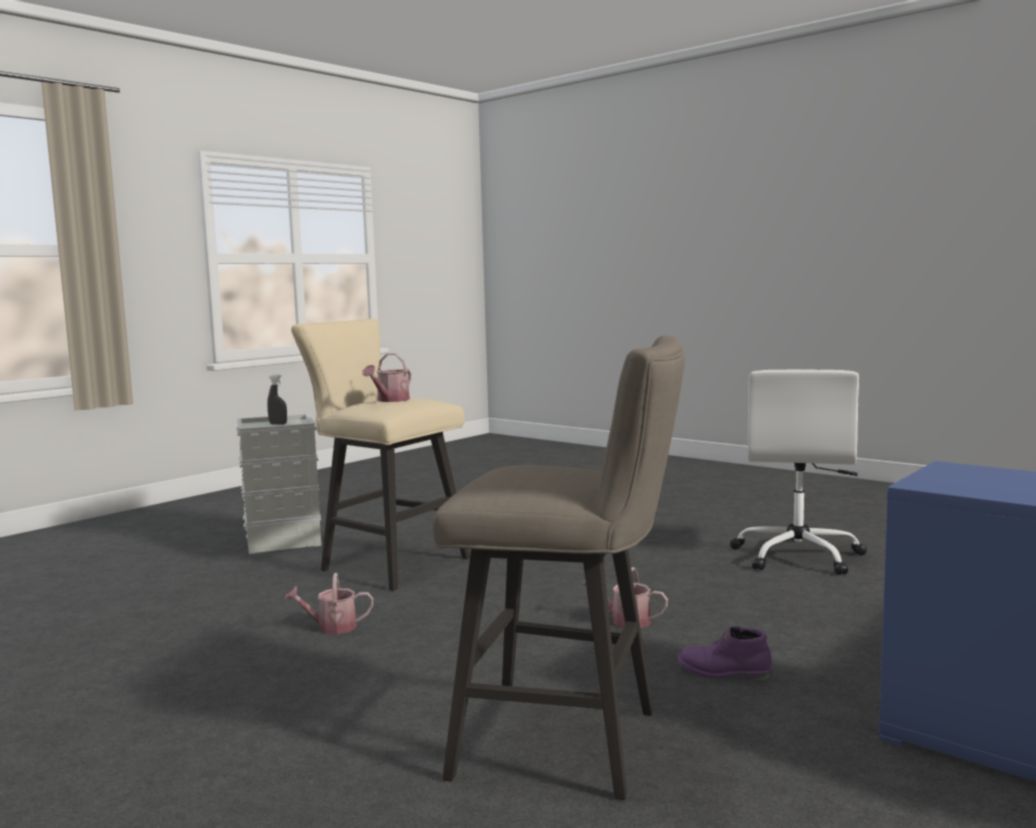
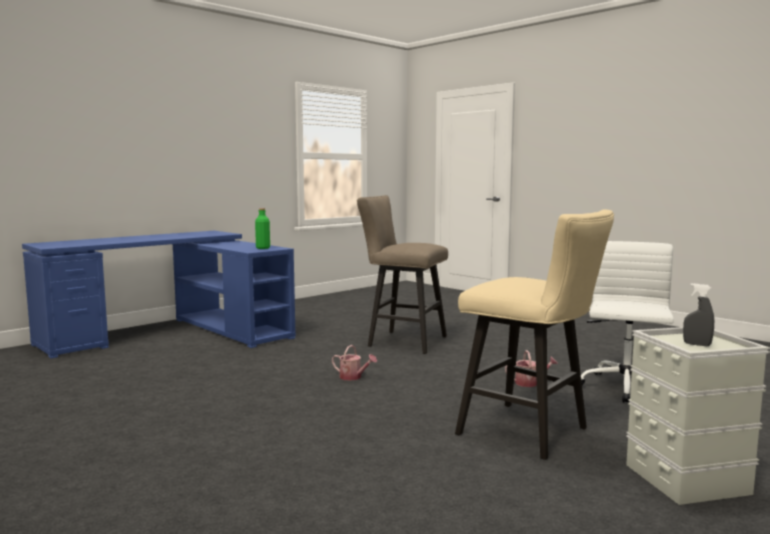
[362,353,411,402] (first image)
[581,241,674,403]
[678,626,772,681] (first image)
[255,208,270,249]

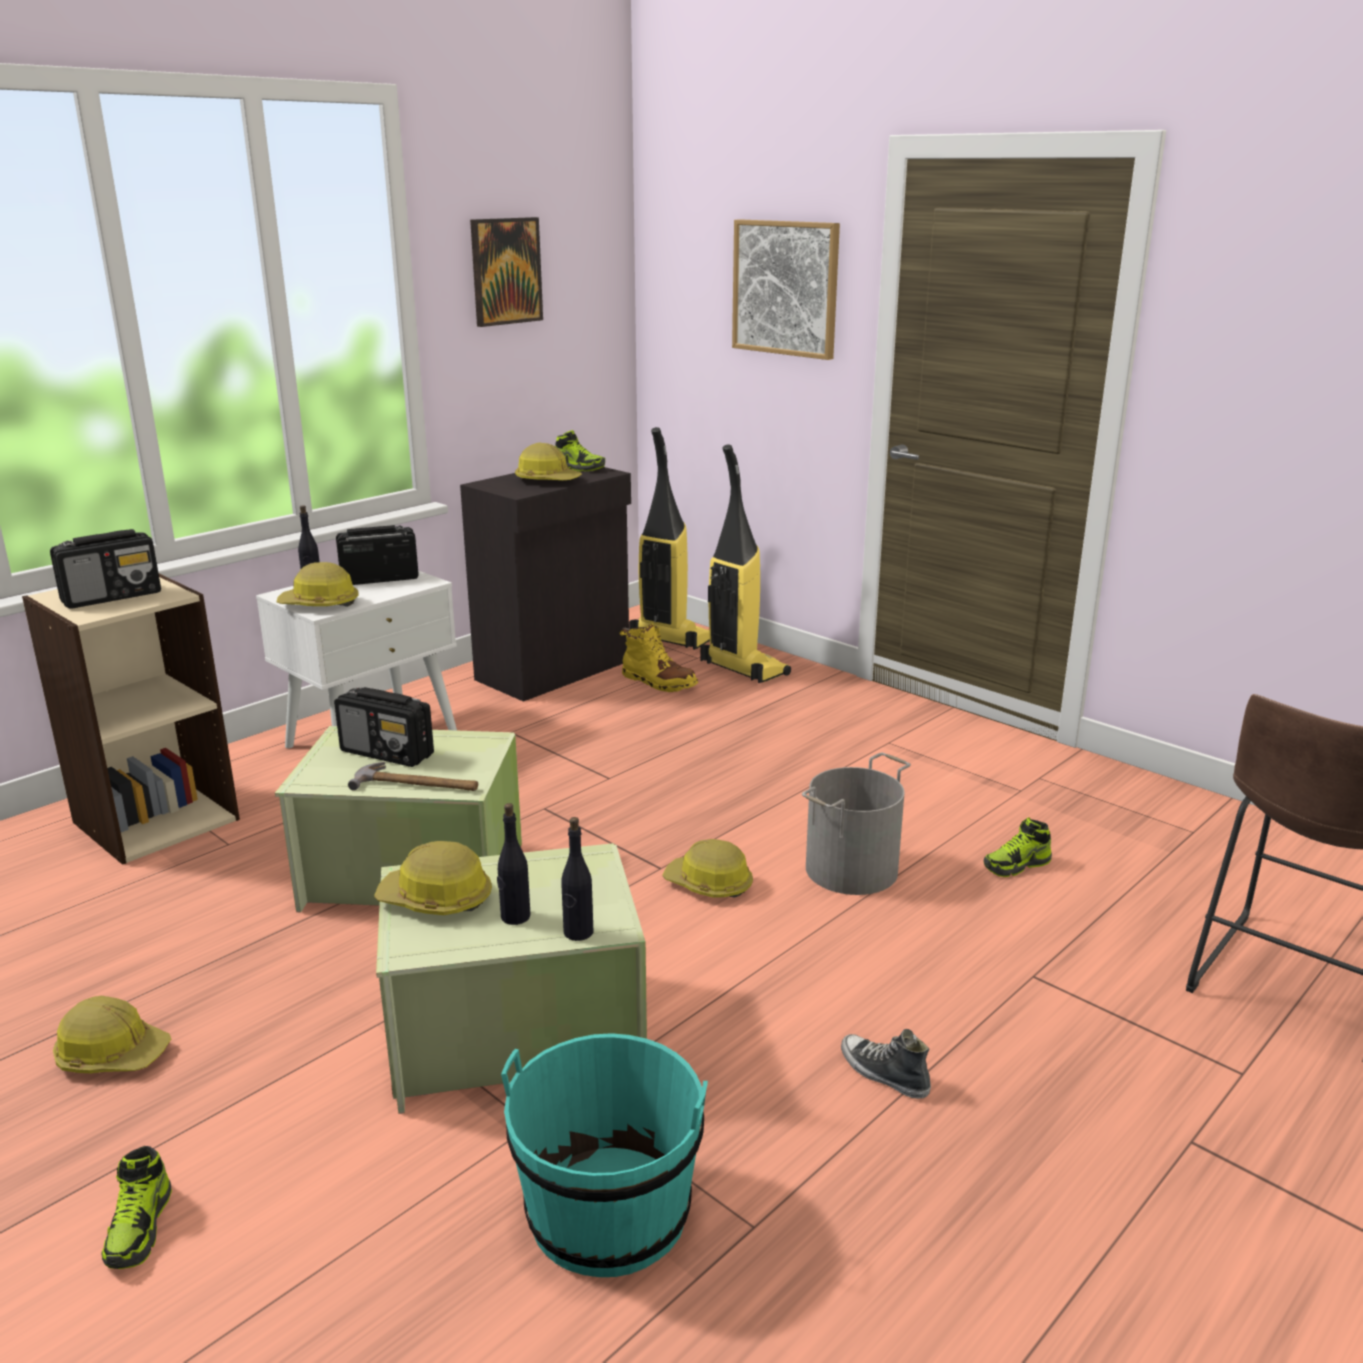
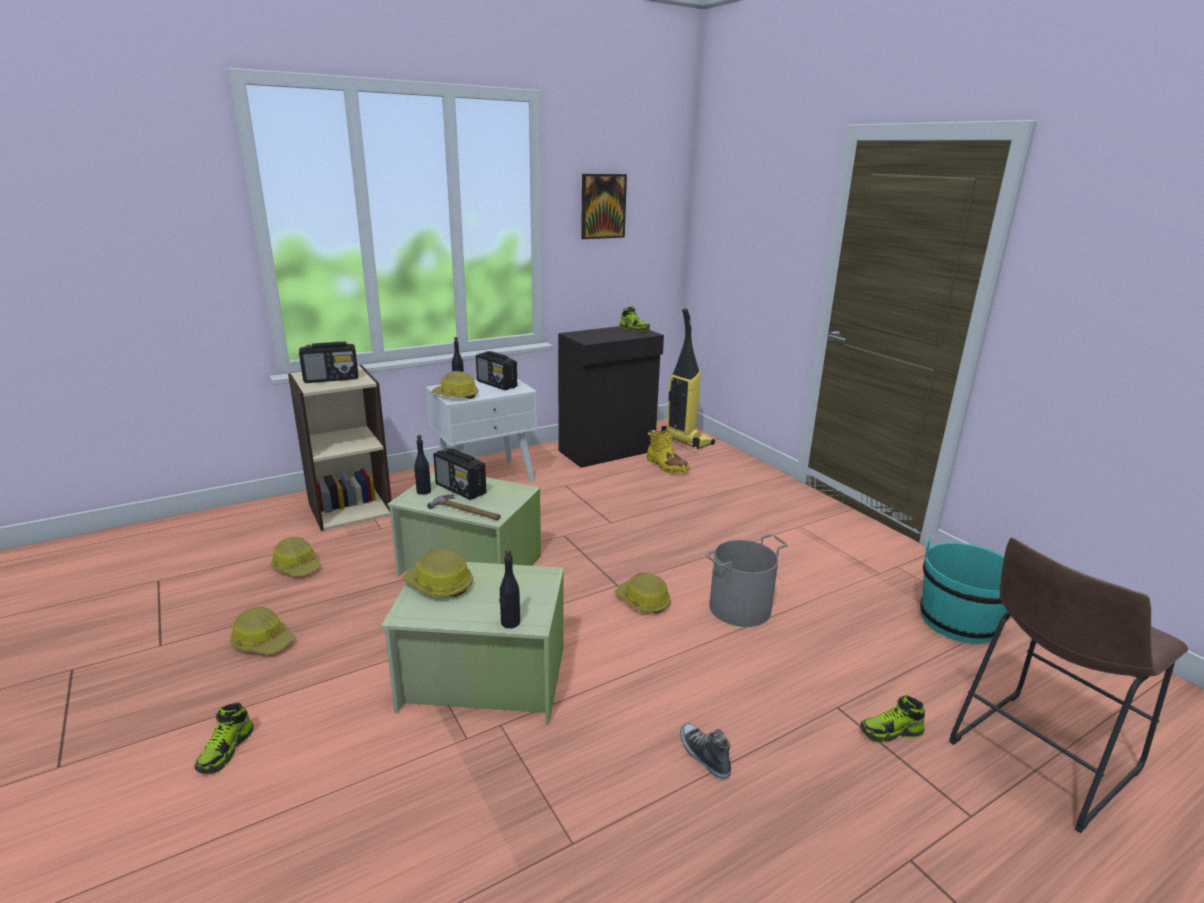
[732,219,840,360] (first image)
[271,537,321,576]
[700,444,791,683] (first image)
[476,351,517,390]
[414,435,431,495]
[860,695,925,743]
[920,539,1008,644]

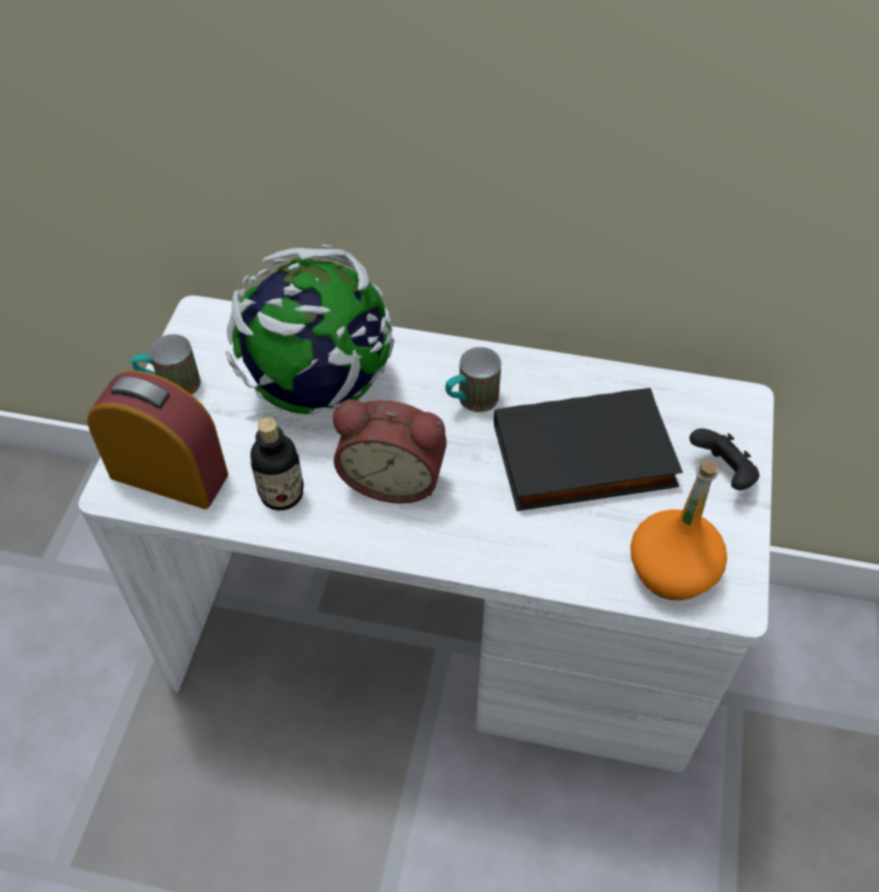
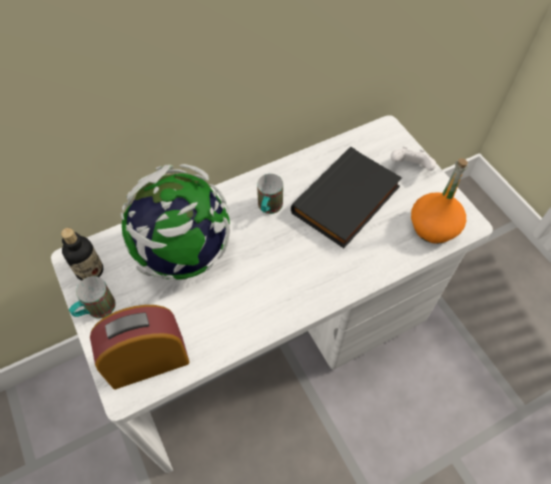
[333,400,447,504] (first image)
[61,228,103,281]
[391,146,436,171]

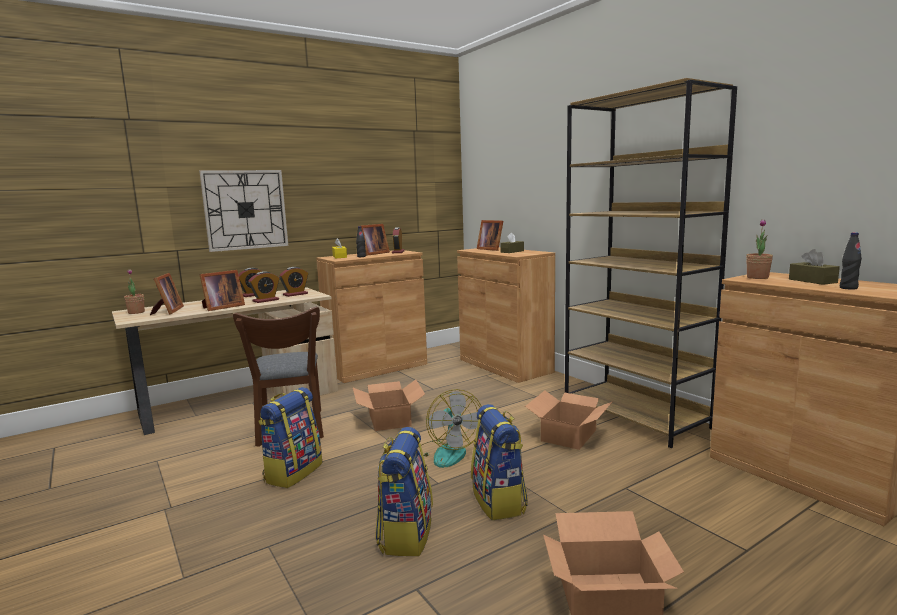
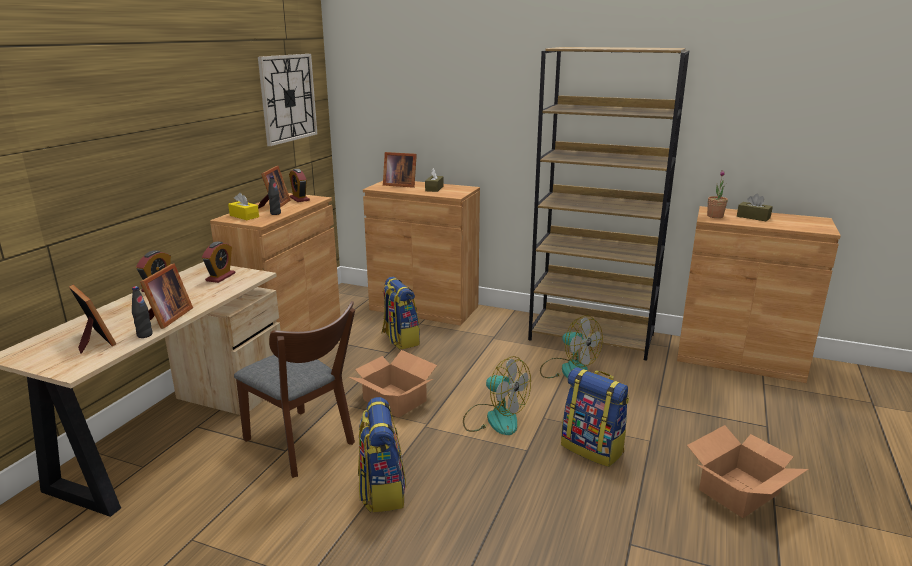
[258,54,317,146]
[132,286,153,338]
[124,269,145,314] (first image)
[248,271,279,303] (first image)
[540,315,603,379]
[381,277,420,349]

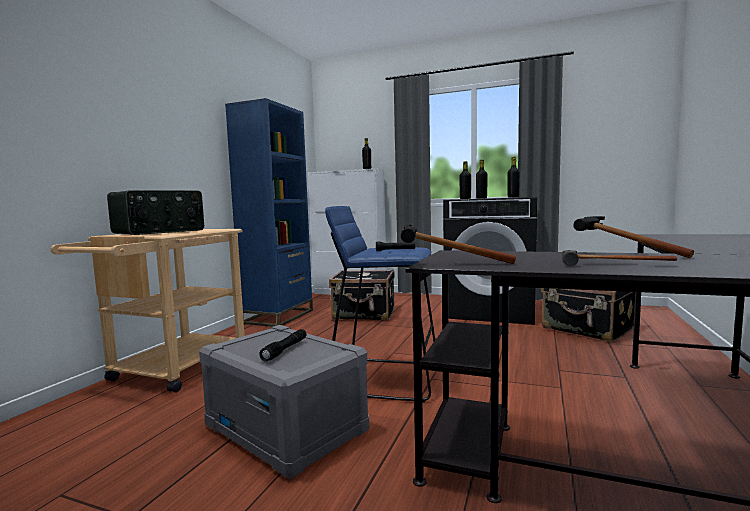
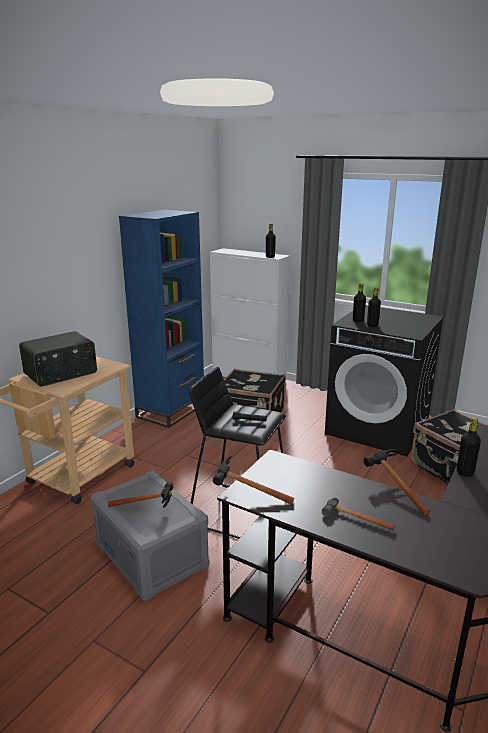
[457,417,481,477]
[189,367,286,539]
[108,482,173,508]

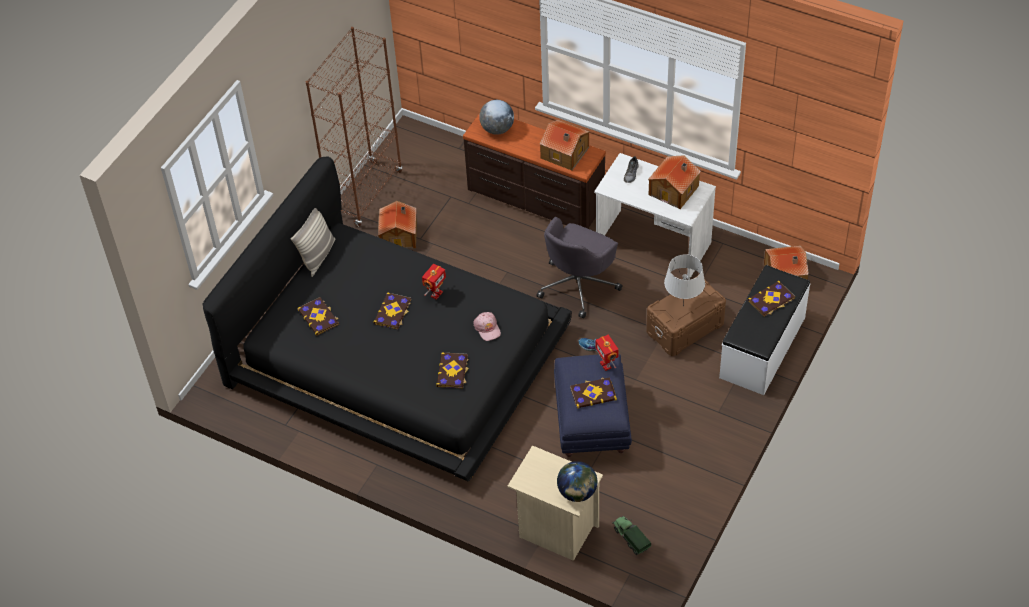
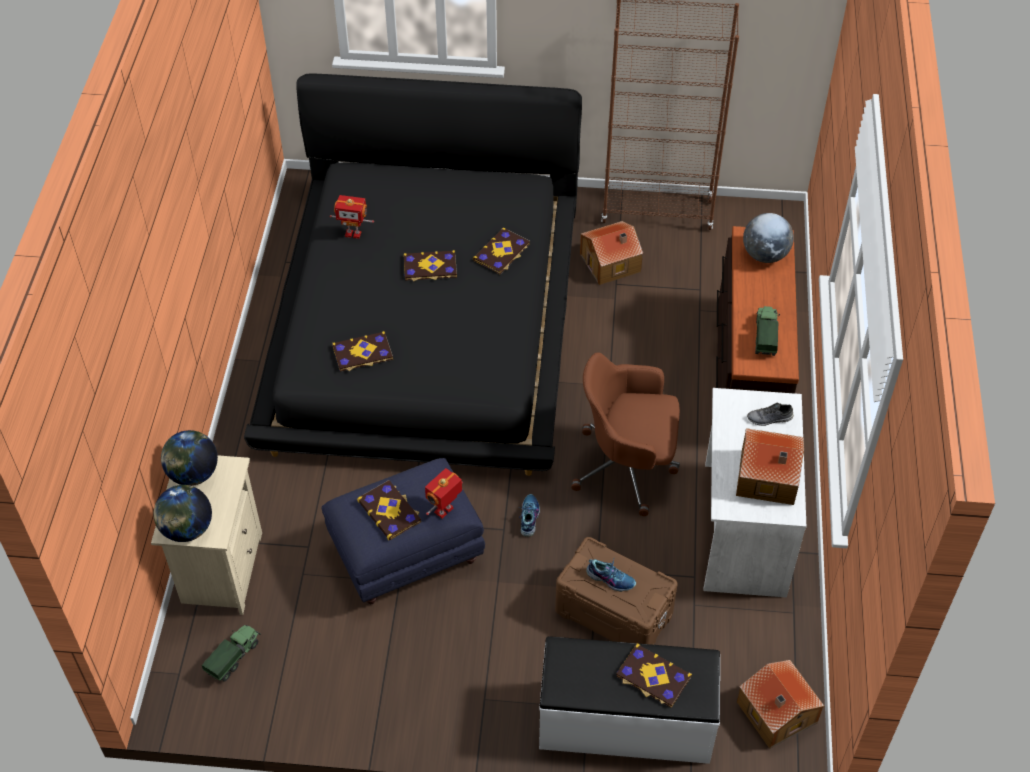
[755,306,780,356]
[291,208,335,277] (first image)
[571,352,680,516]
[586,559,636,592]
[330,195,374,239]
[473,228,530,274]
[473,312,501,341] (first image)
[161,430,218,486]

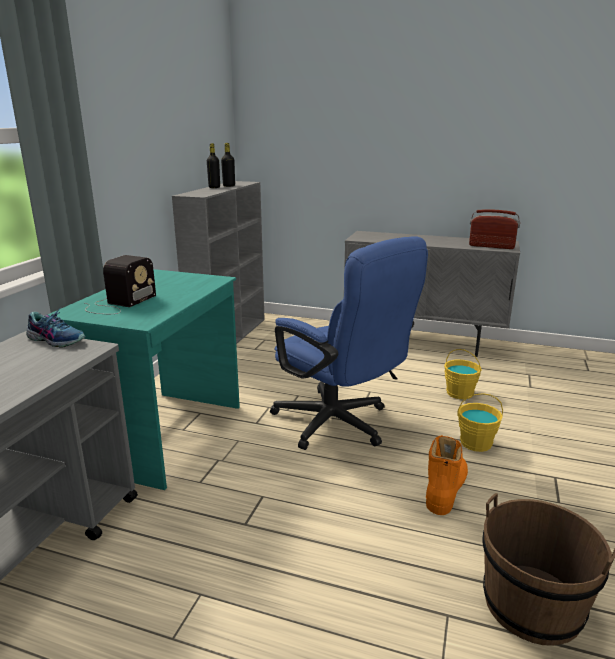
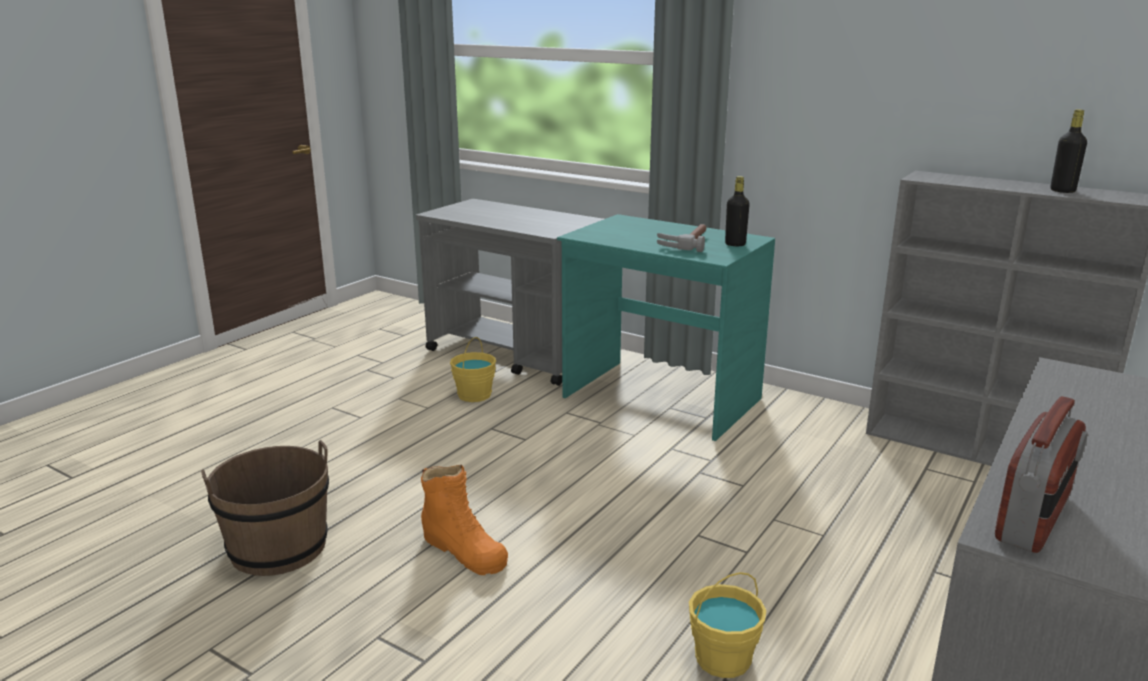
[725,176,750,246]
[270,236,428,450] (first image)
[85,255,156,314] (first image)
[26,308,86,348] (first image)
[450,337,496,402]
[657,224,707,252]

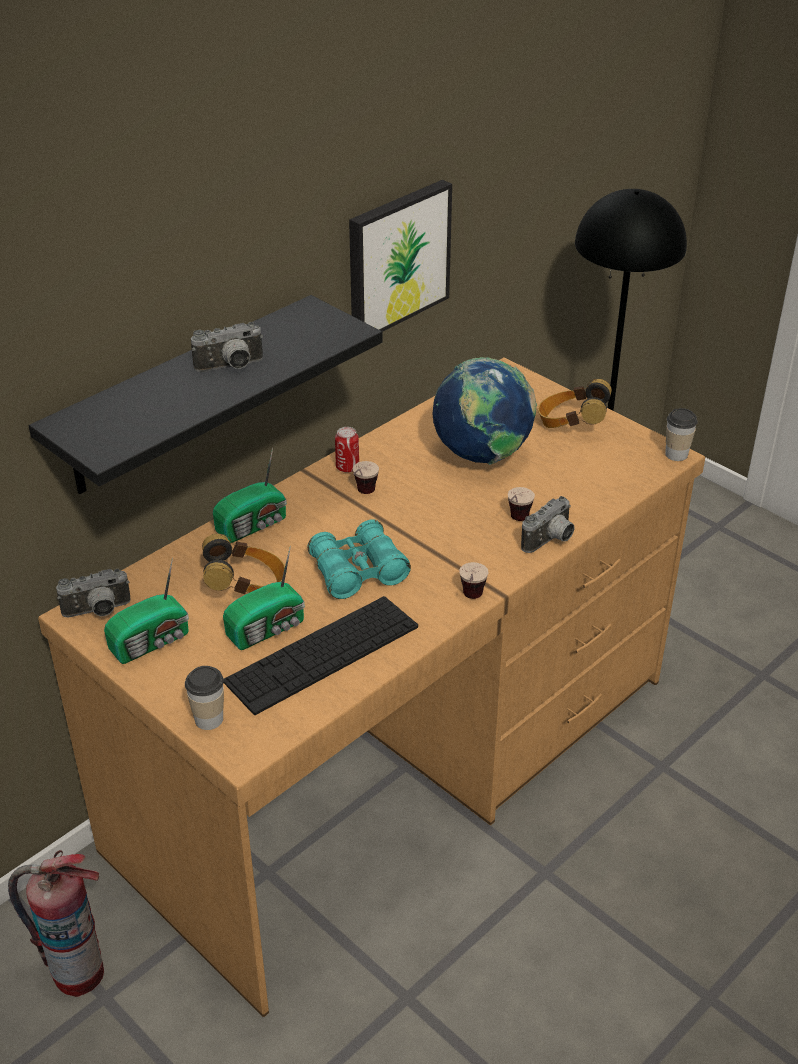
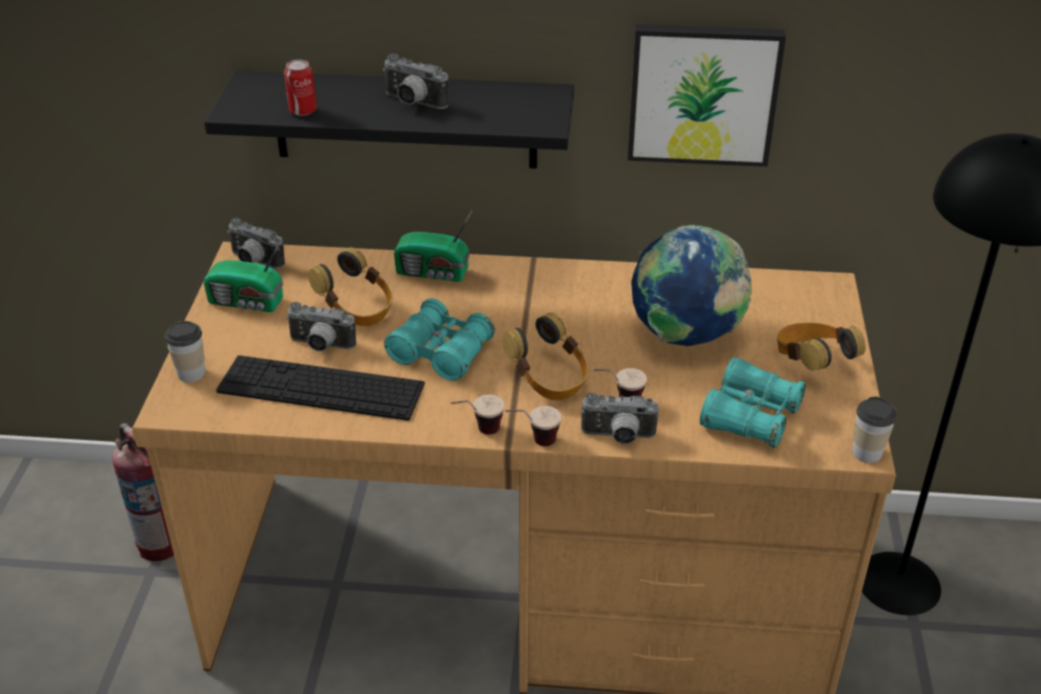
[284,60,317,116]
[505,406,561,446]
[286,302,356,351]
[503,312,588,400]
[700,357,806,448]

